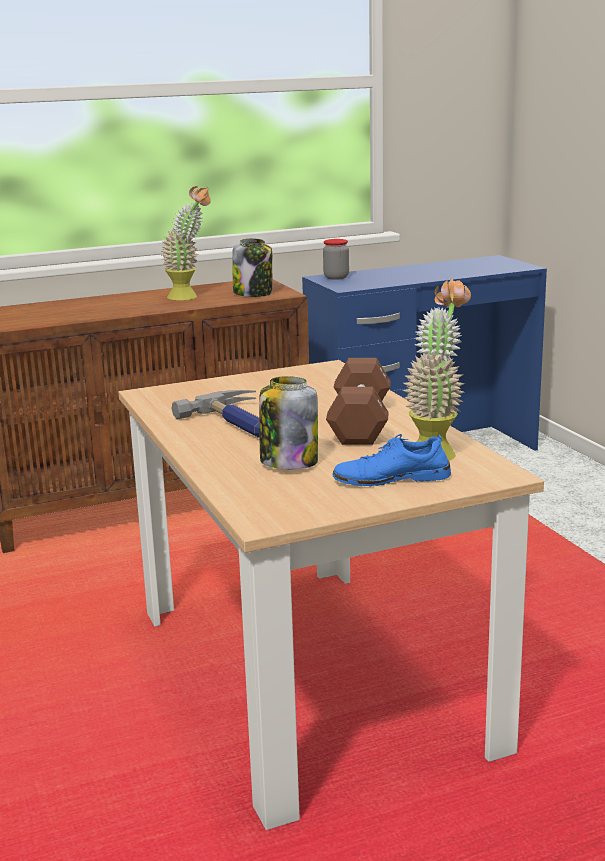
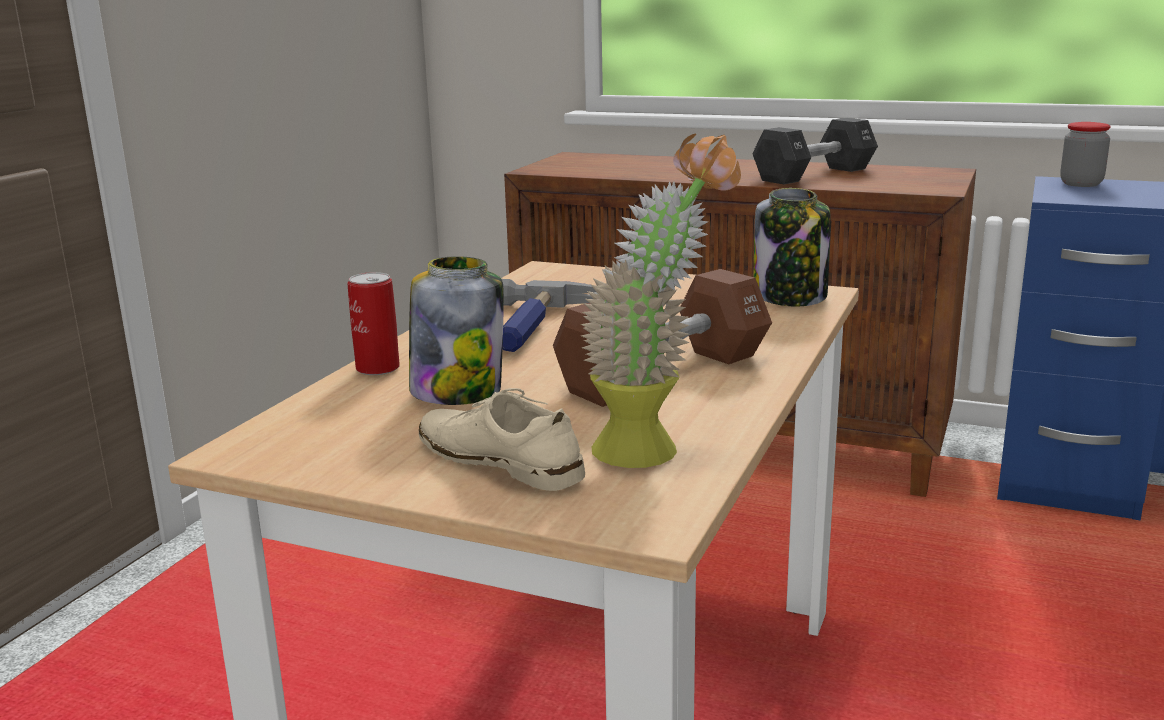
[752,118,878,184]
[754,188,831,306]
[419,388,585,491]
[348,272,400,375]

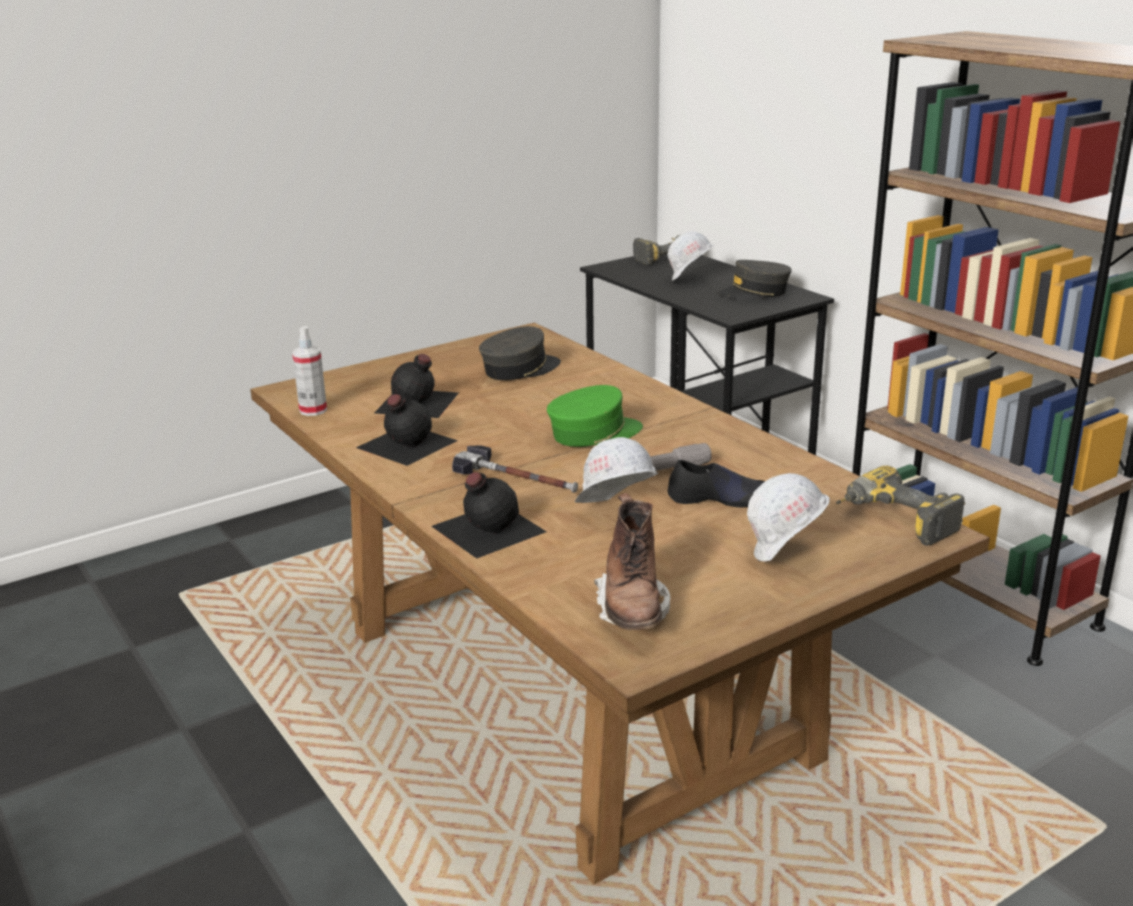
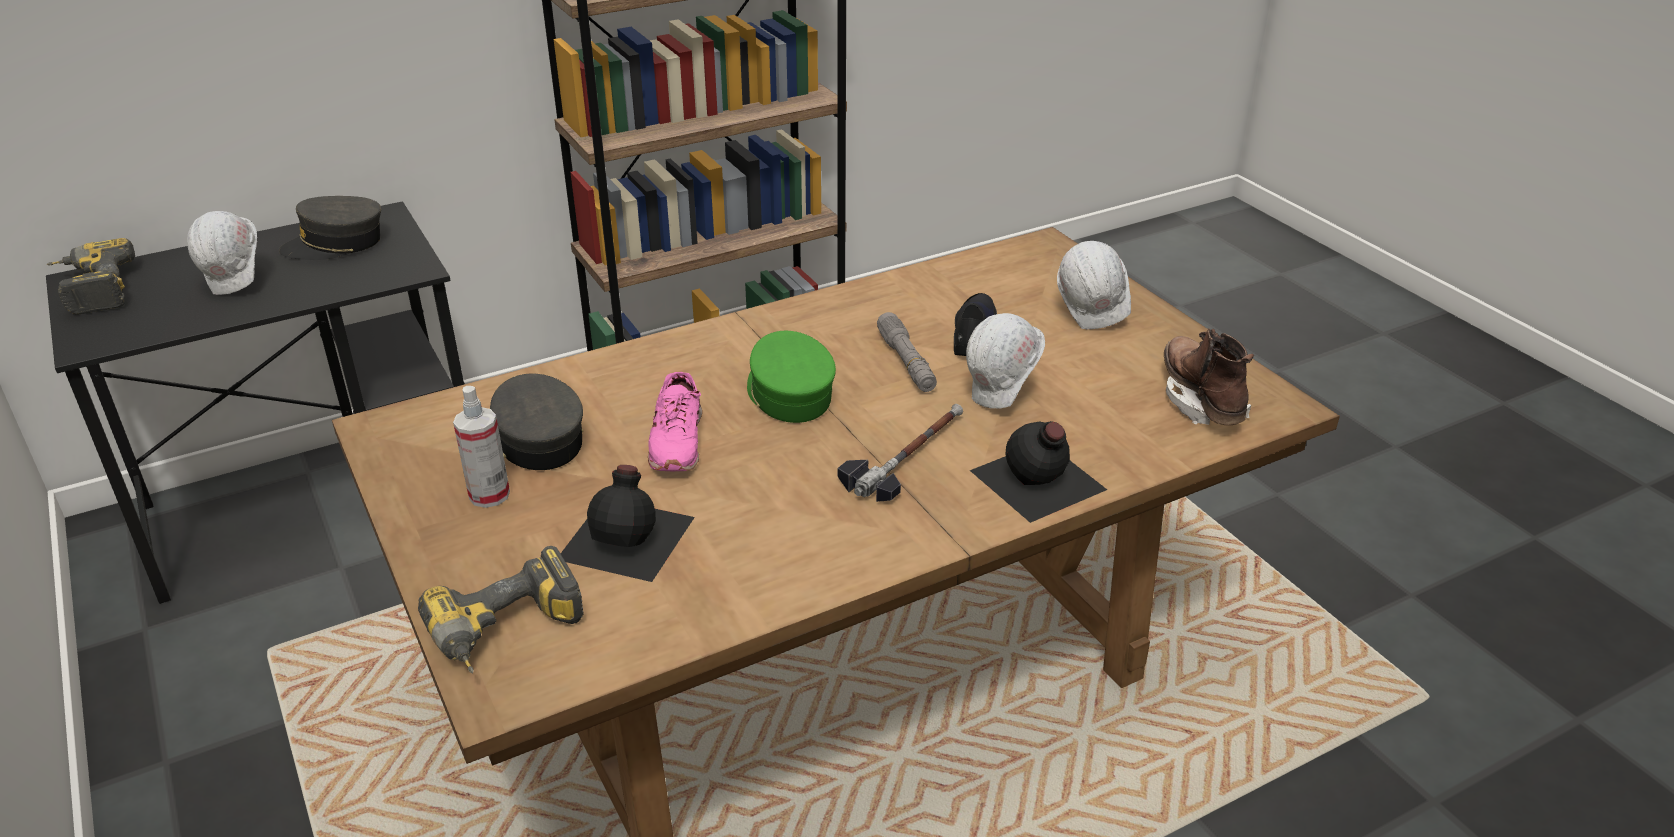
[279,196,381,260]
[453,386,510,508]
[356,394,458,466] (first image)
[418,546,583,674]
[1164,328,1254,425]
[648,372,702,471]

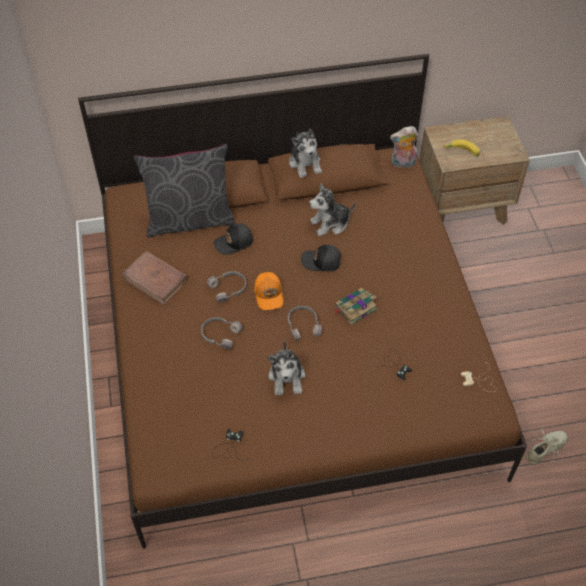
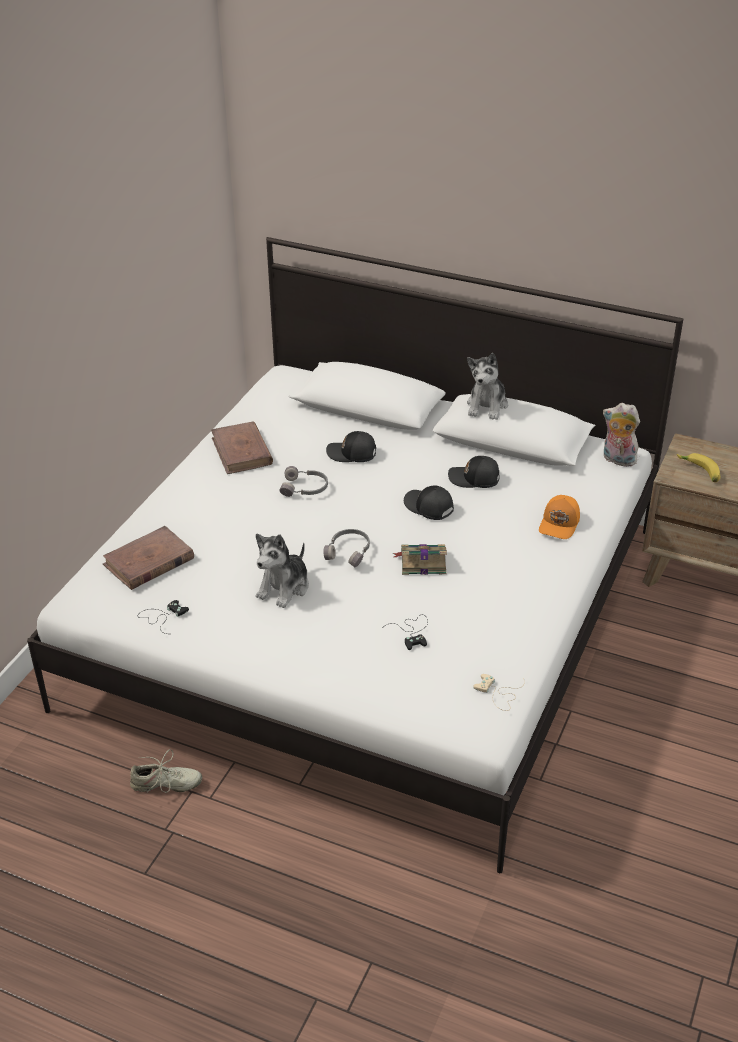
[27,237,684,873]
[134,144,236,237] (first image)
[448,456,500,488]
[539,495,580,539]
[201,317,242,349] (first image)
[130,749,202,793]
[103,526,194,590]

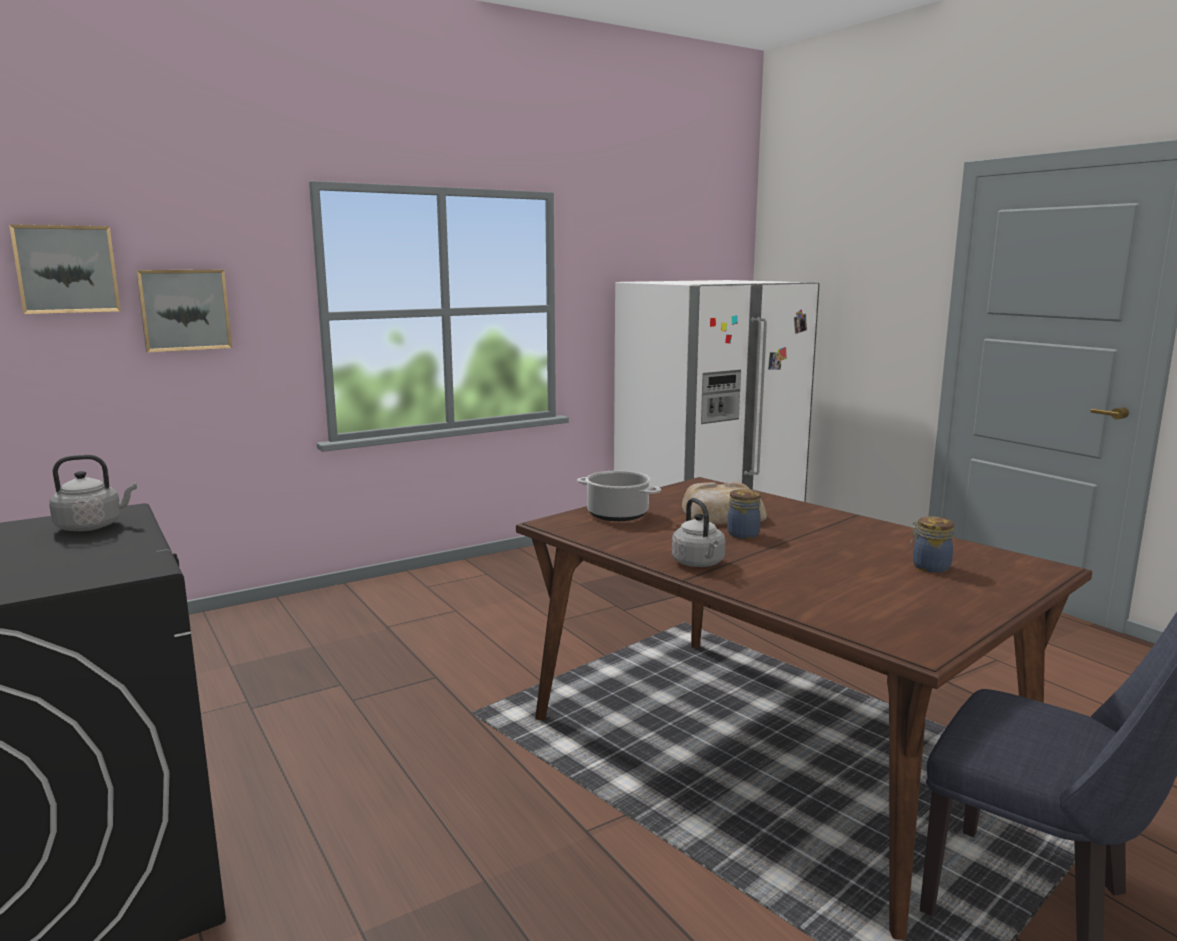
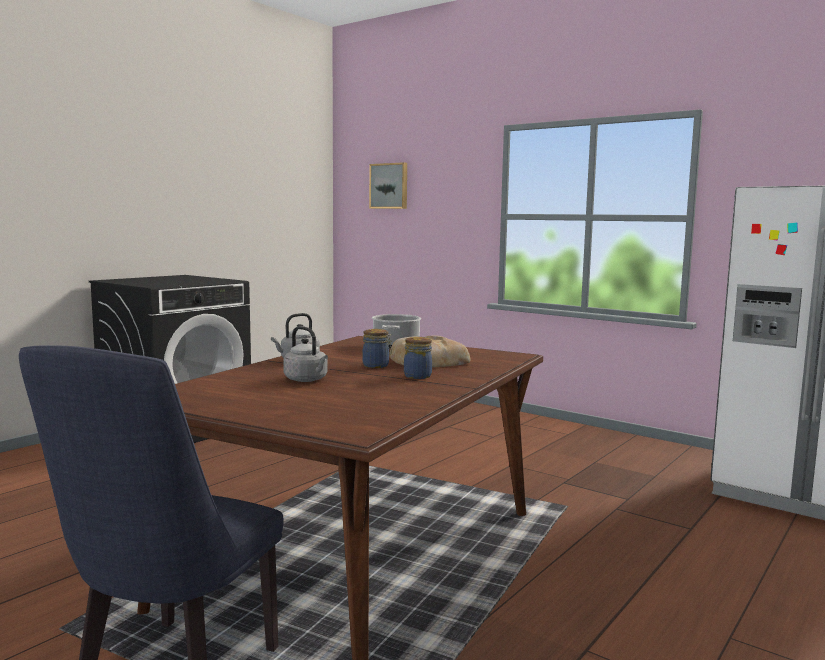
[136,270,232,352] (first image)
[283,326,328,382]
[404,337,432,379]

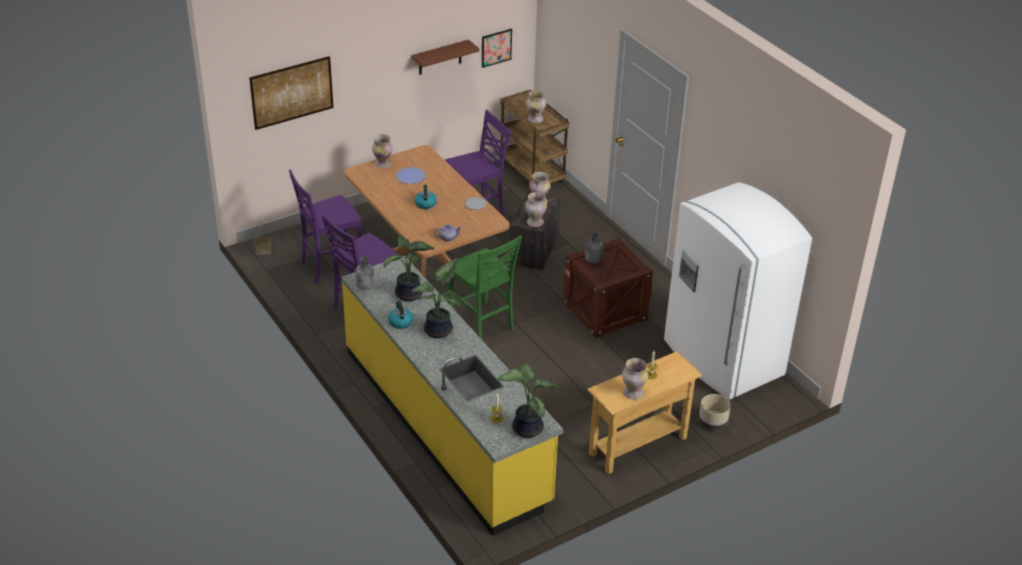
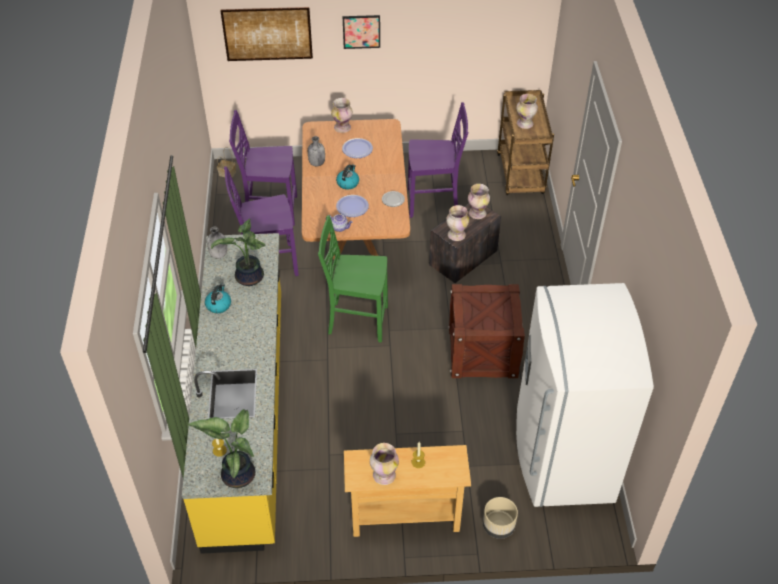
[342,15,380,49]
[411,40,480,75] (first image)
[308,136,325,166]
[318,215,388,343]
[412,258,460,338] (first image)
[336,195,369,217]

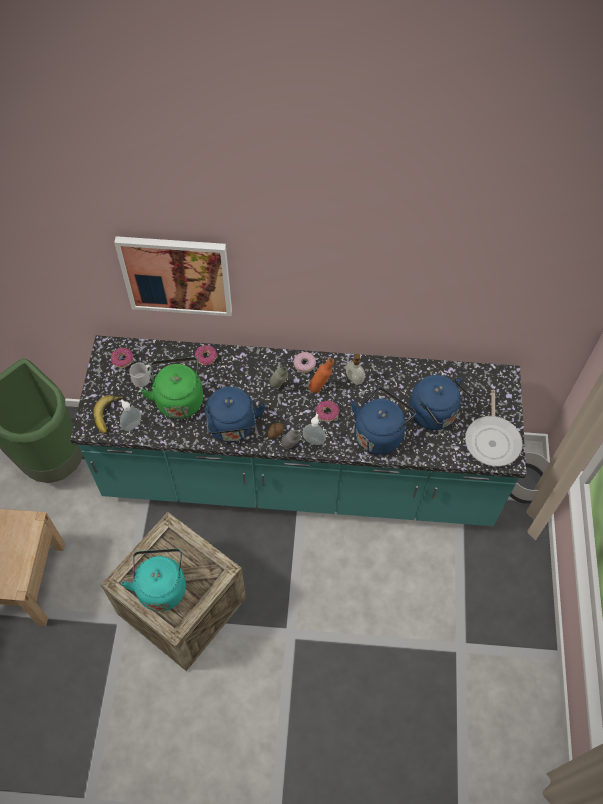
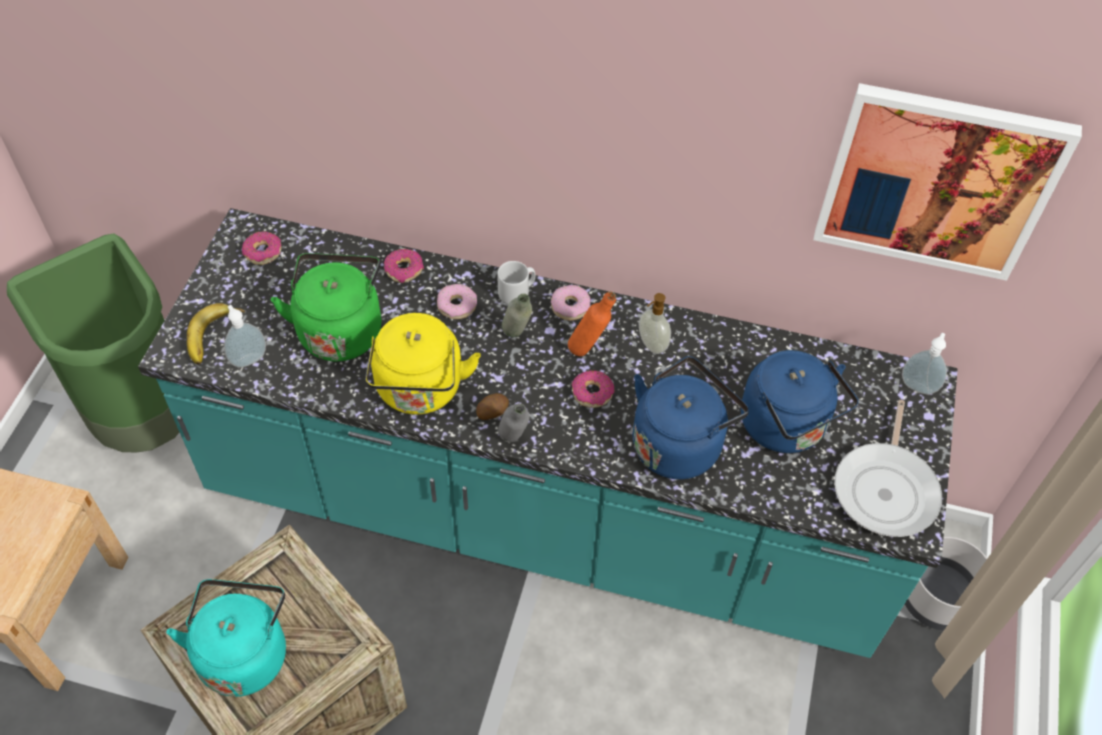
[813,83,1082,281]
[497,261,535,304]
[365,313,481,414]
[902,333,947,394]
[437,284,477,319]

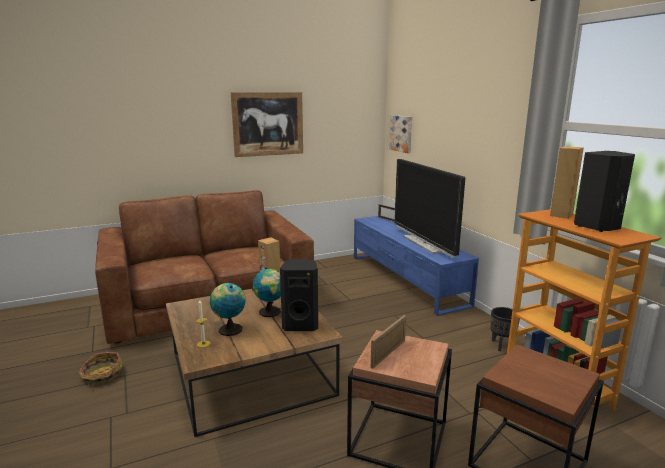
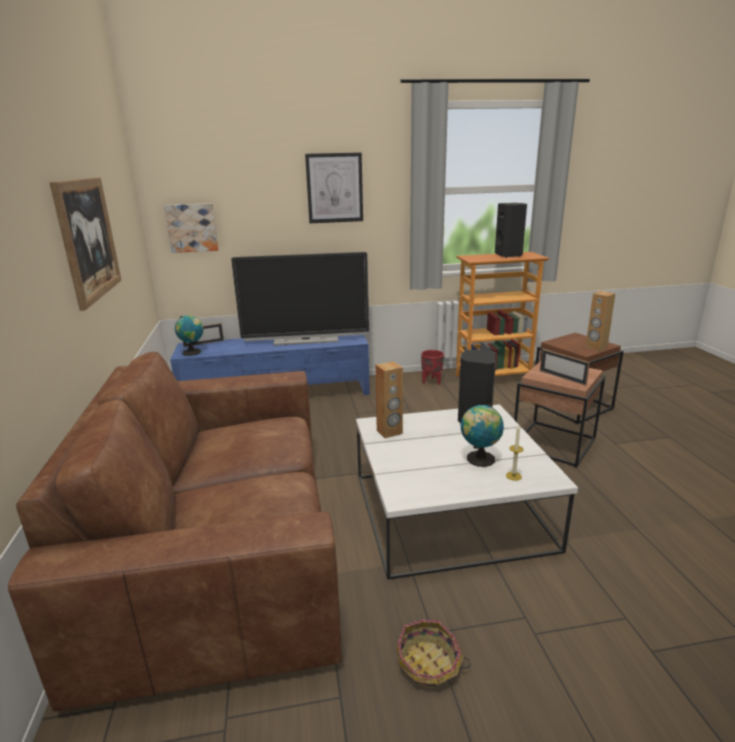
[585,291,615,351]
[175,315,203,356]
[356,404,578,580]
[421,350,444,385]
[305,152,363,223]

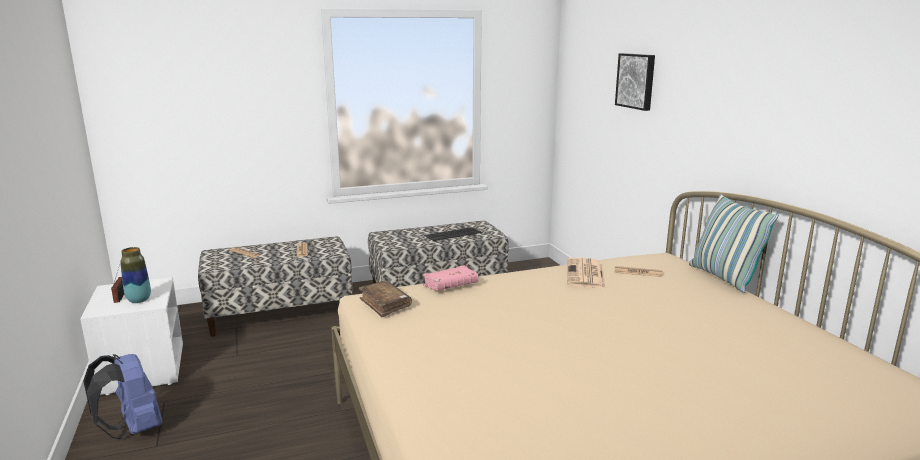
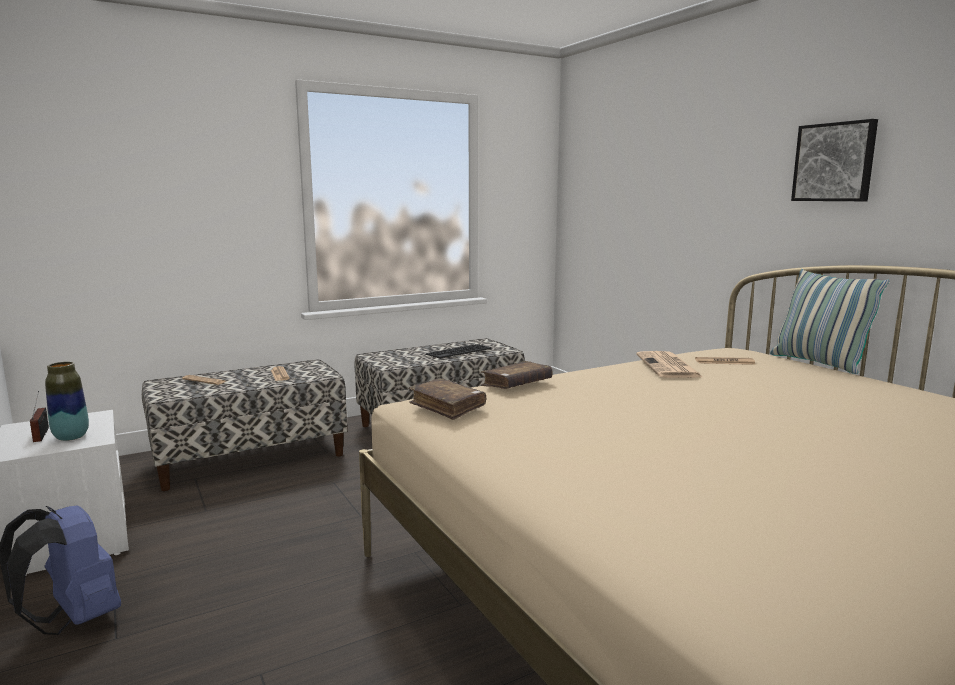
[791,119,878,201]
[481,361,553,389]

